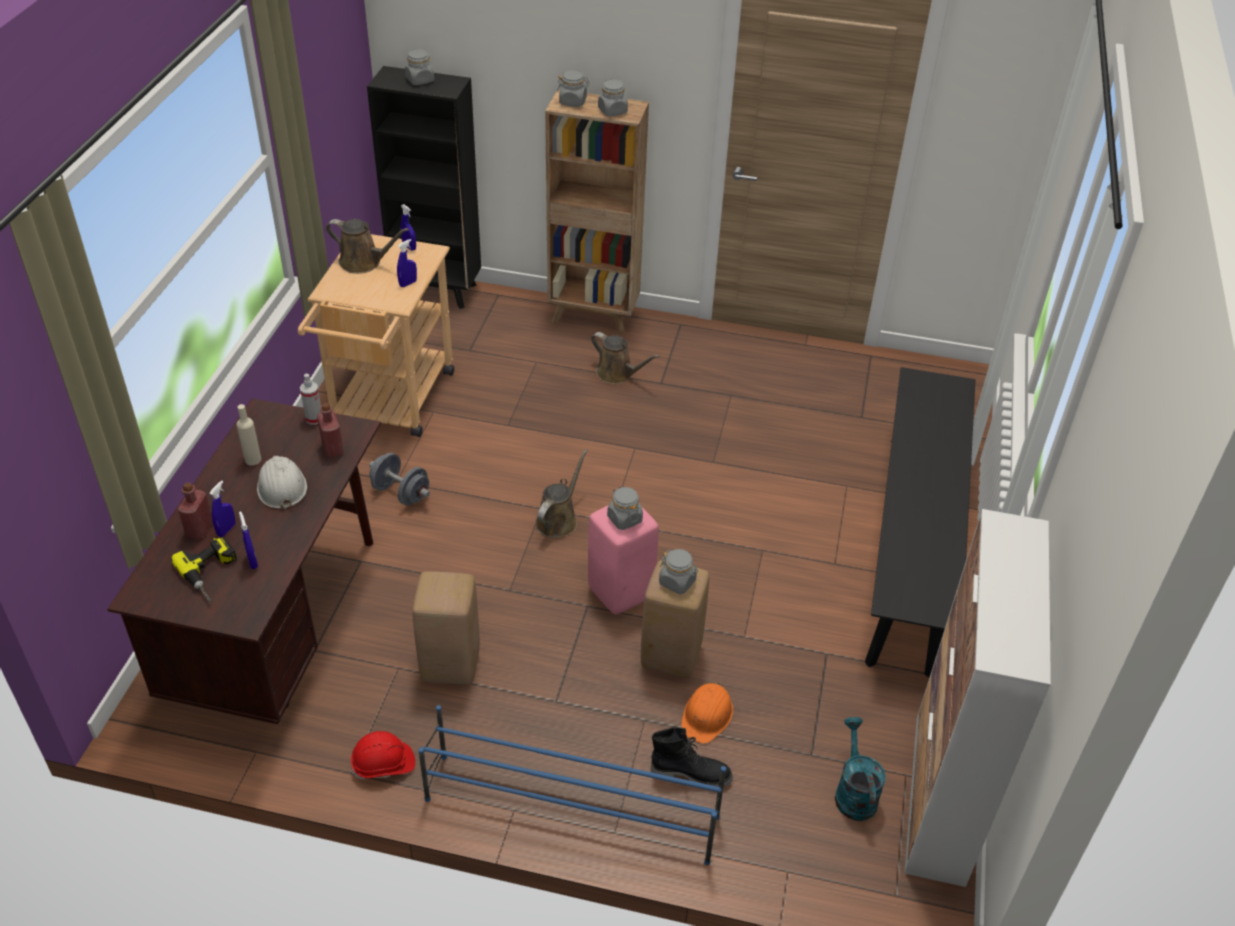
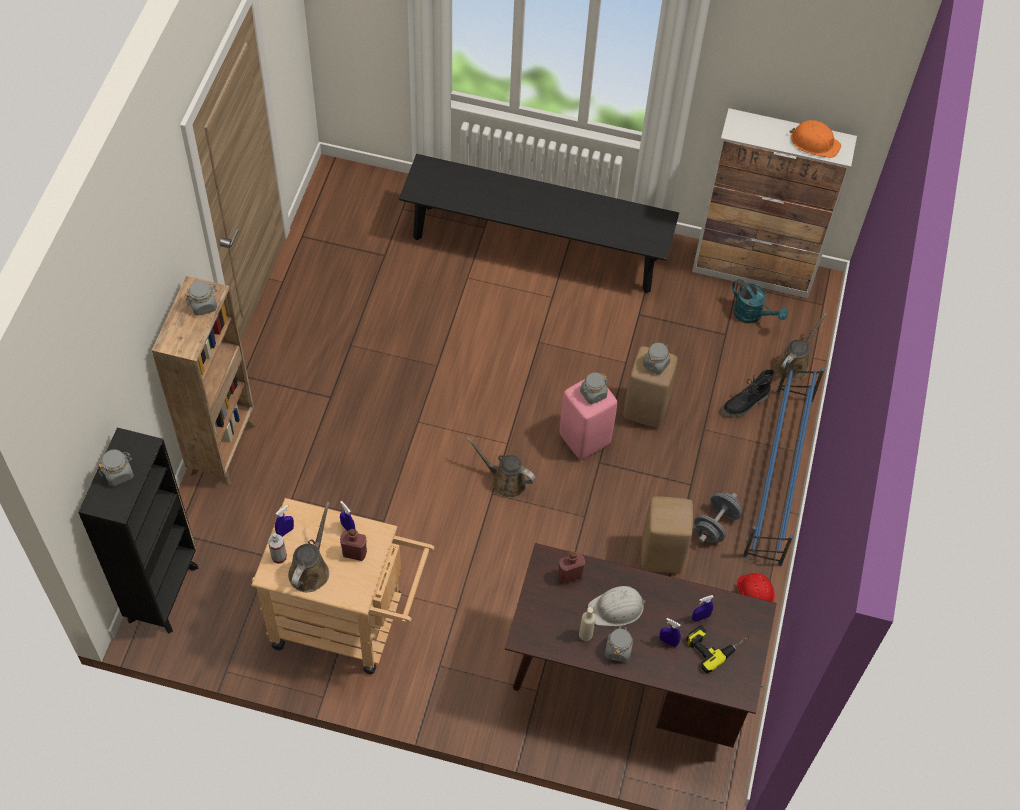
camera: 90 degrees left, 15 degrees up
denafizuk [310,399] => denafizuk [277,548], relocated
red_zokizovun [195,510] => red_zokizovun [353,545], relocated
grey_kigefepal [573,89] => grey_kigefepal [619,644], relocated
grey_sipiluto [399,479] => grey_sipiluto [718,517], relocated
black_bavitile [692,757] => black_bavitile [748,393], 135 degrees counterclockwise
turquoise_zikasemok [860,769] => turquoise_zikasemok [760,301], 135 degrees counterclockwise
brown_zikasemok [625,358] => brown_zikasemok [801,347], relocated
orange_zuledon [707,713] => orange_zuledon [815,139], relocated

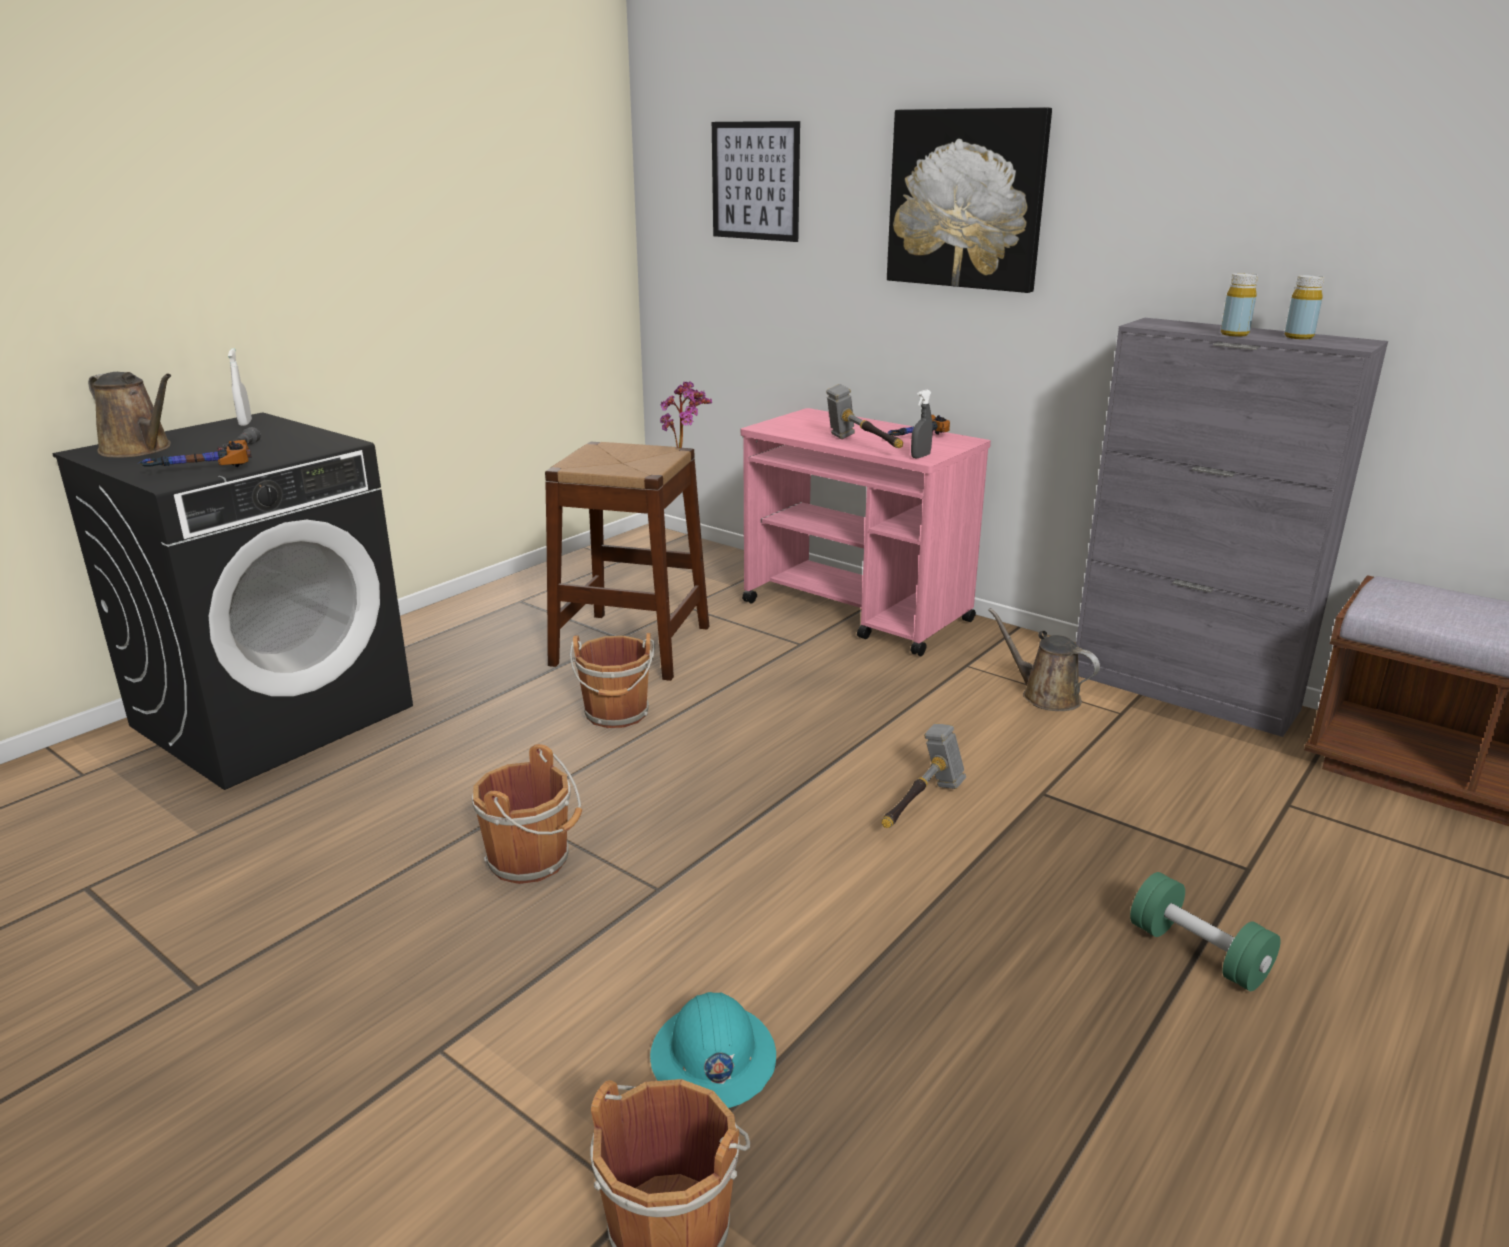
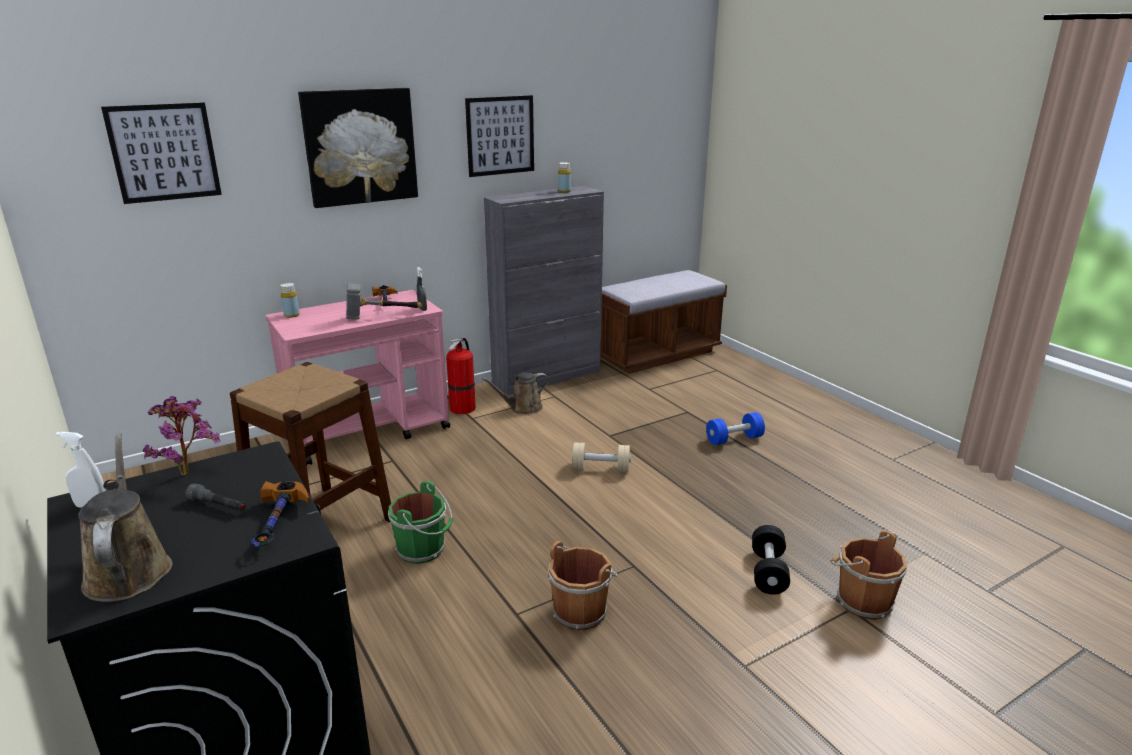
camera: 70 degrees left, 0 degrees up
brown_zikasemok [129,415] => brown_zikasemok [125,517], 75 degrees counterclockwise
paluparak [686,414] => paluparak [181,436], relocated
yellow_zokizovun [1239,305] => yellow_zokizovun [290,300], relocated
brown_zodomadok [612,680] => green_zodomadok [420,522]
nothing => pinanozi [461,376]
nothing => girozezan [499,136]
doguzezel [924,776] => beige_sipiluto [601,457]
green_sipiluto [1205,931] => blue_sipiluto [735,428]
turquoise_zuledon [713,1050] => black_sipiluto [771,560]

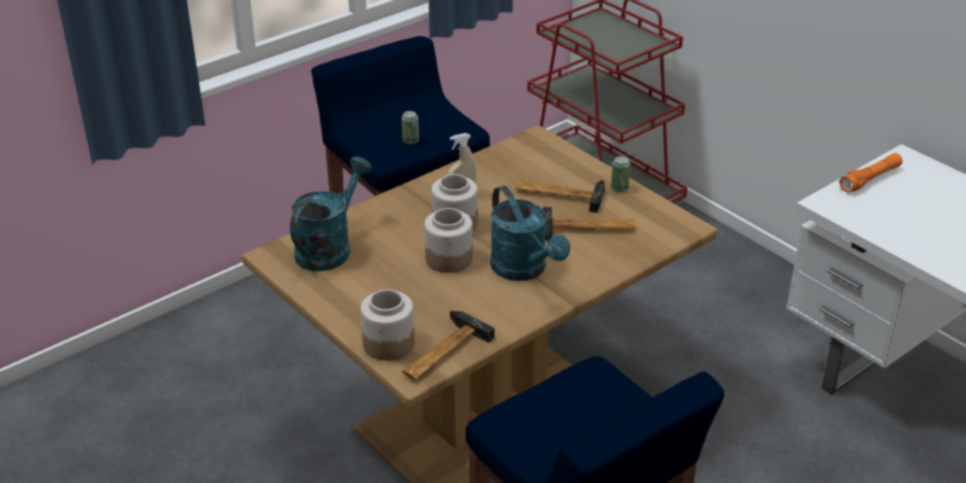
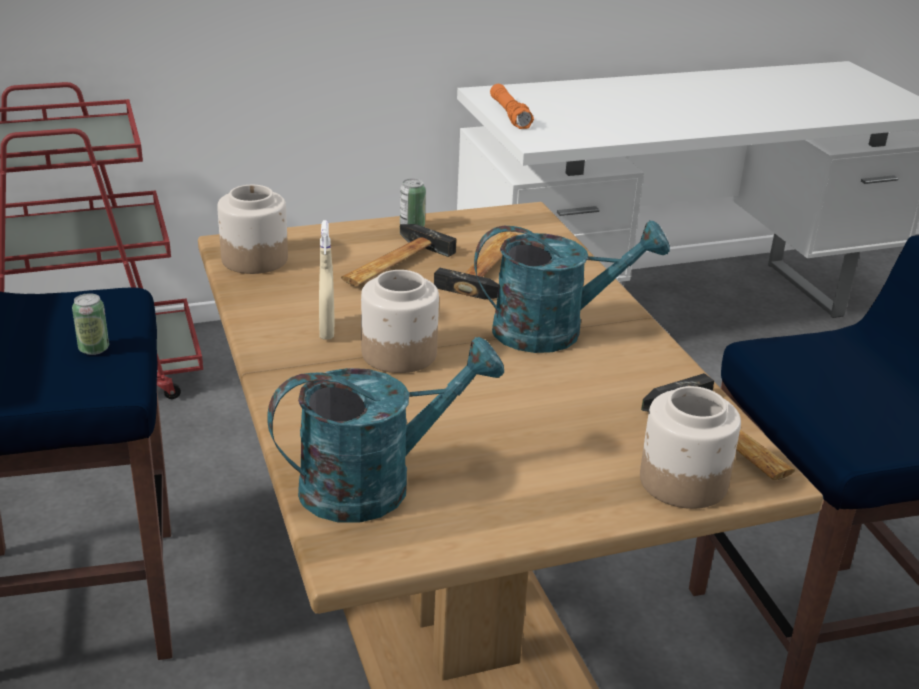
camera: 70 degrees left, 5 degrees down
kigefepal [448,240] => kigefepal [252,229], relocated
turquoise_zikasemok [331,214] => turquoise_zikasemok [385,430], 105 degrees clockwise

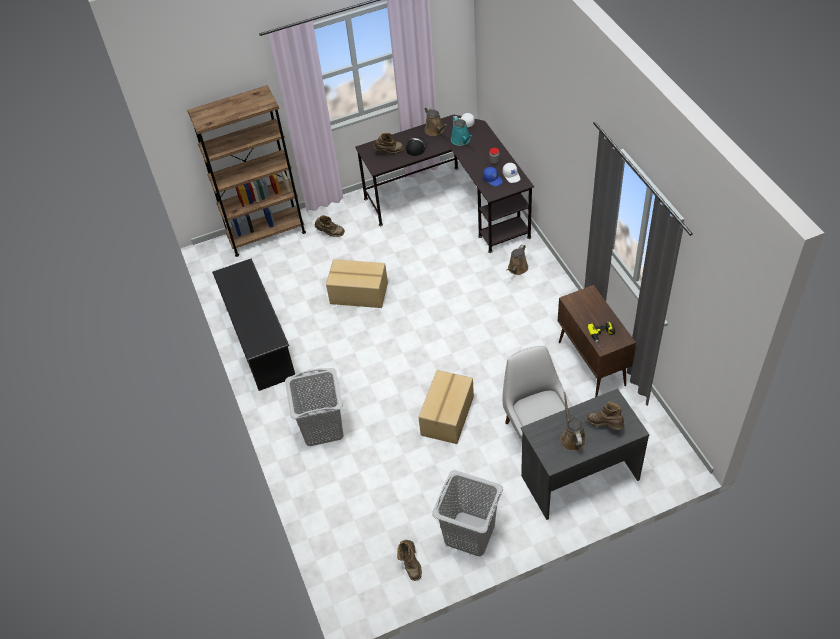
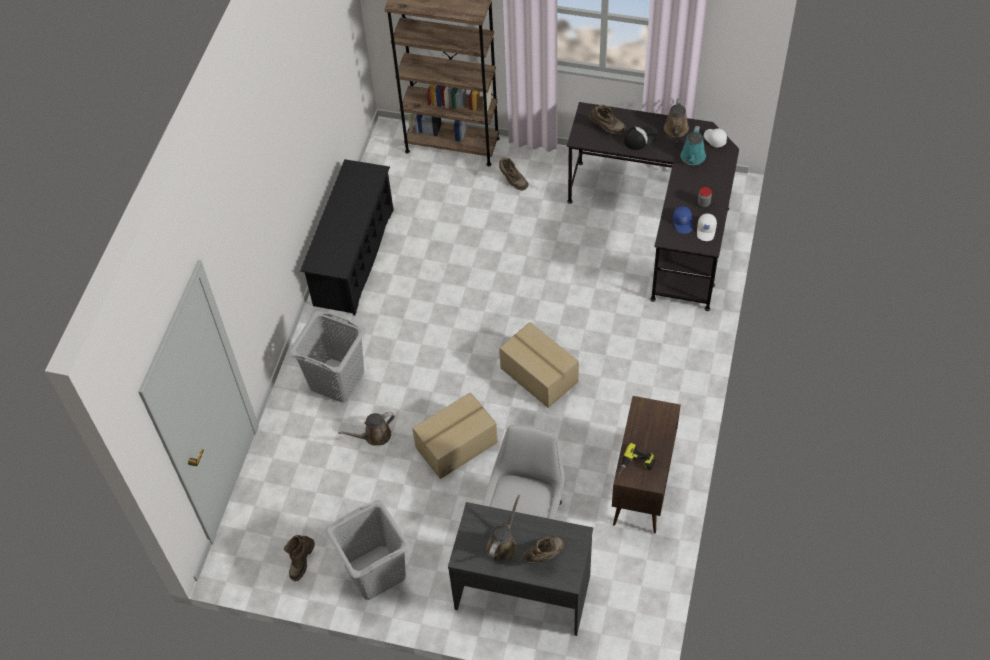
camera: 35 degrees right, 5 degrees up
brown_zikasemok [517,259] => brown_zikasemok [367,429], relocated
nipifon [357,283] => nipifon [539,365], relocated
brown_bavitile [605,415] => brown_bavitile [543,550], 75 degrees clockwise

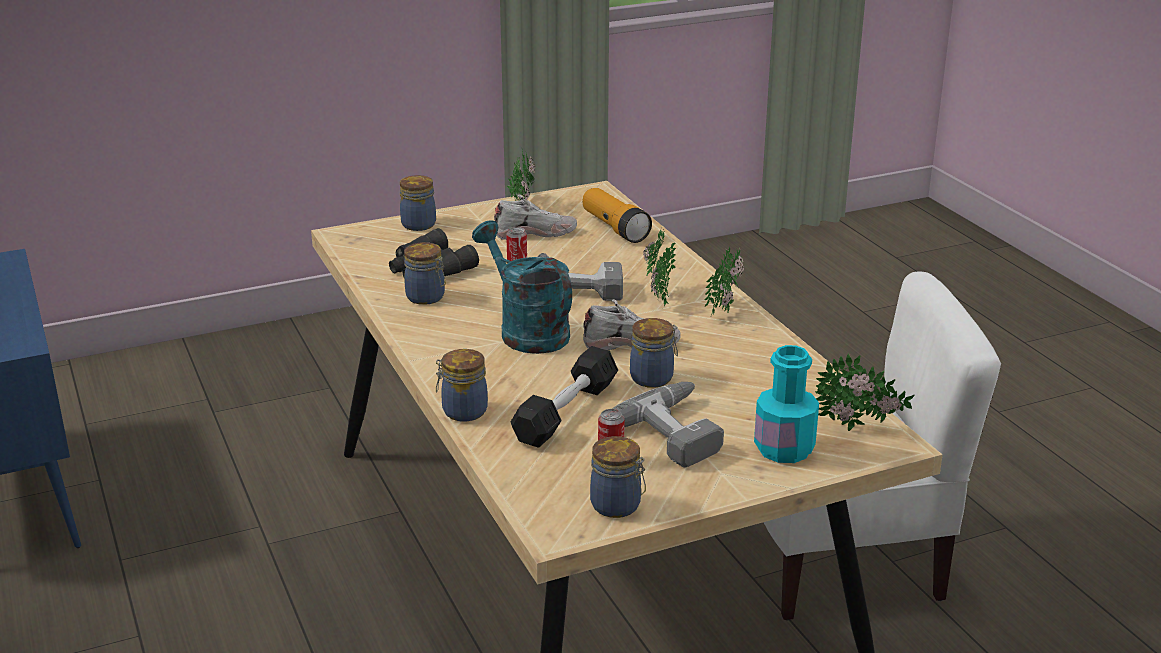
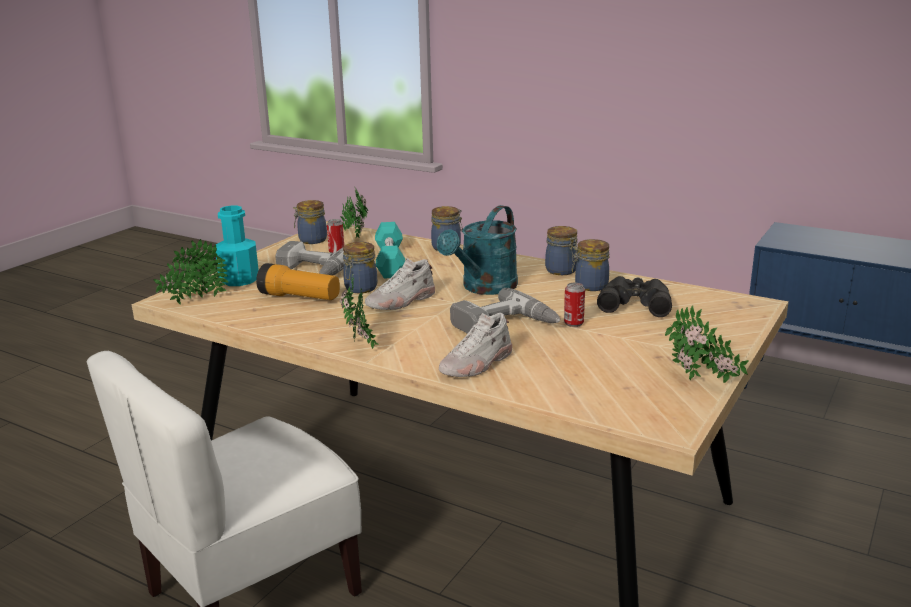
camera: 145 degrees right, 5 degrees down
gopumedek [617,215] => gopumedek [298,281], relocated
paluparak [659,267] => paluparak [354,213], relocated
black_sipiluto [564,397] => turquoise_sipiluto [390,250]
turquoise_zikasemok [522,287] => turquoise_zikasemok [477,250], 105 degrees clockwise
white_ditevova [535,217] => white_ditevova [475,345], relocated
kigefepal [418,203] => kigefepal [561,250], relocated

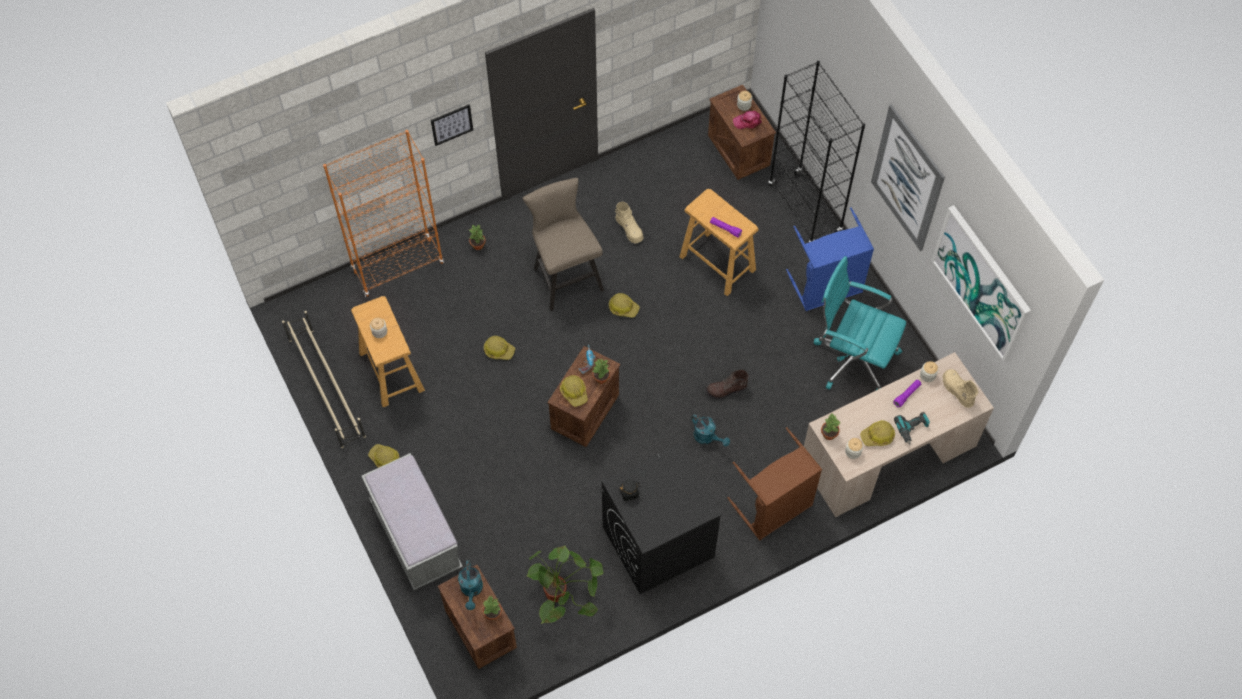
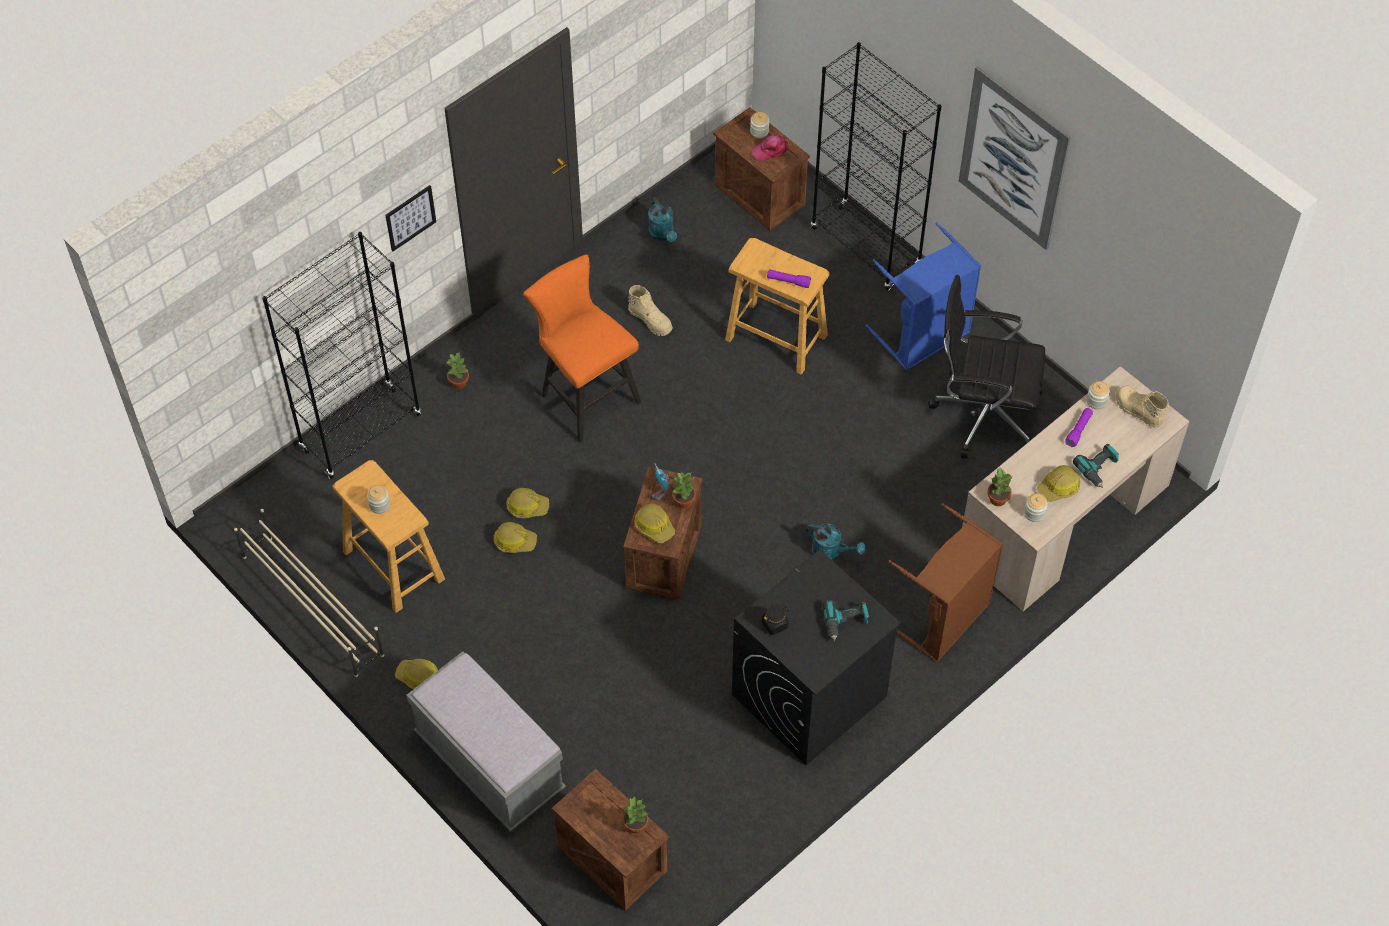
camera: 15 degrees left, 5 degrees down
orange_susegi [383,213] => black_susegi [341,355]
zuledon [624,305] => zuledon [515,537], relocated
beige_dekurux [563,244] => orange_dekurux [582,348]
turquoise_zikasemok [470,585] => turquoise_zikasemok [662,219], relocated
nothing => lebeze [846,620]
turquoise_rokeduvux [860,323] => black_rokeduvux [986,367]
paluparak [565,584] => nothing
brown_bavitile [727,385] => nothing
girozezan [981,283] => nothing

